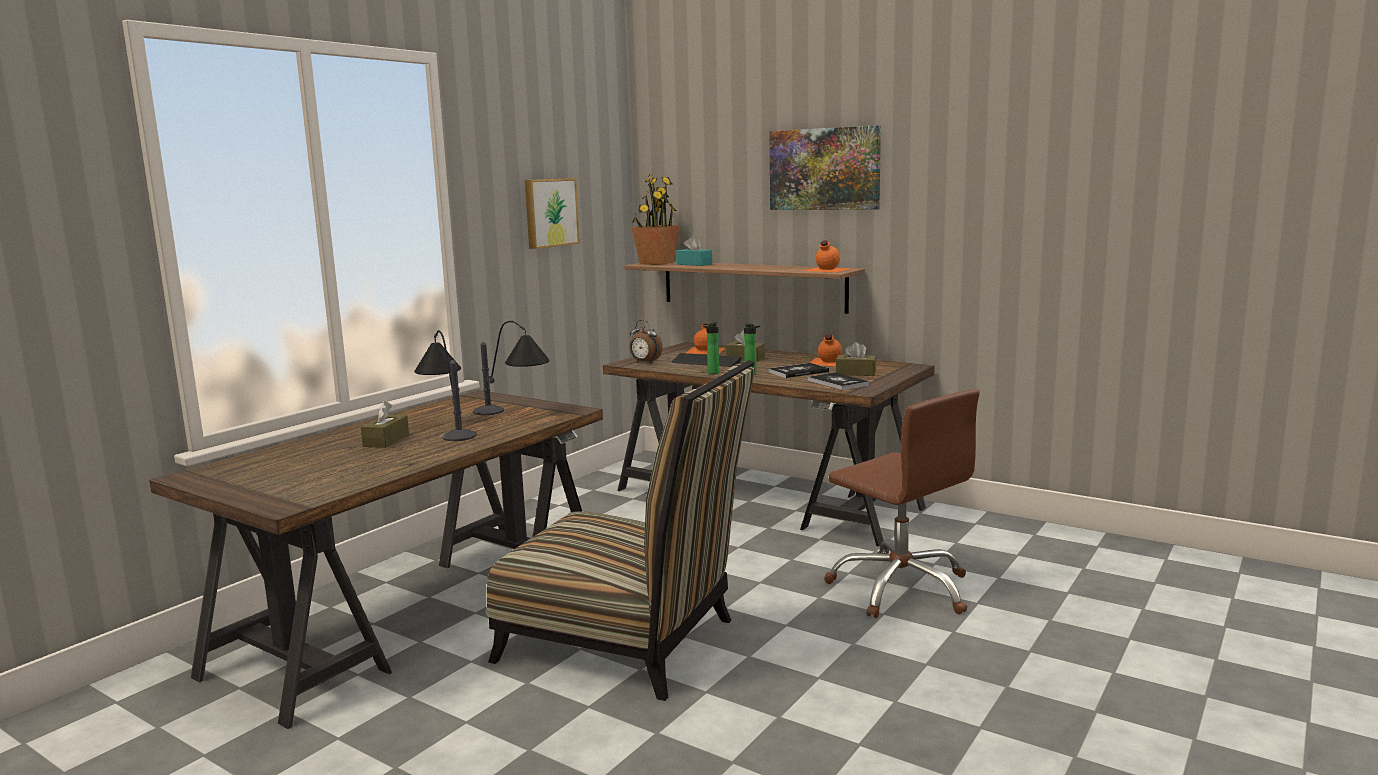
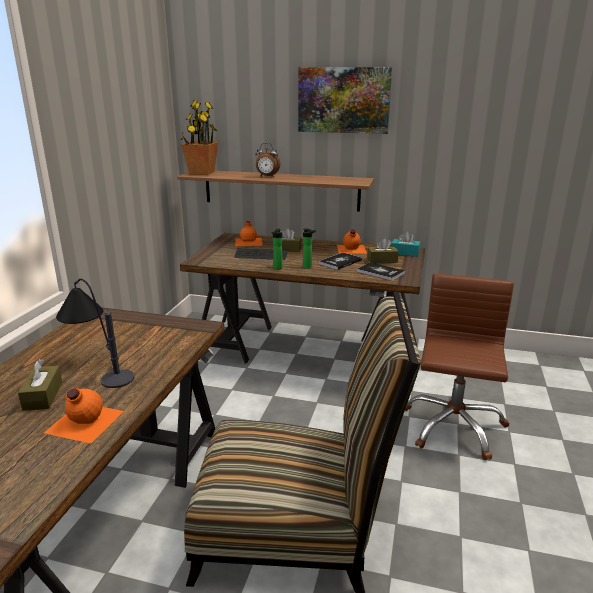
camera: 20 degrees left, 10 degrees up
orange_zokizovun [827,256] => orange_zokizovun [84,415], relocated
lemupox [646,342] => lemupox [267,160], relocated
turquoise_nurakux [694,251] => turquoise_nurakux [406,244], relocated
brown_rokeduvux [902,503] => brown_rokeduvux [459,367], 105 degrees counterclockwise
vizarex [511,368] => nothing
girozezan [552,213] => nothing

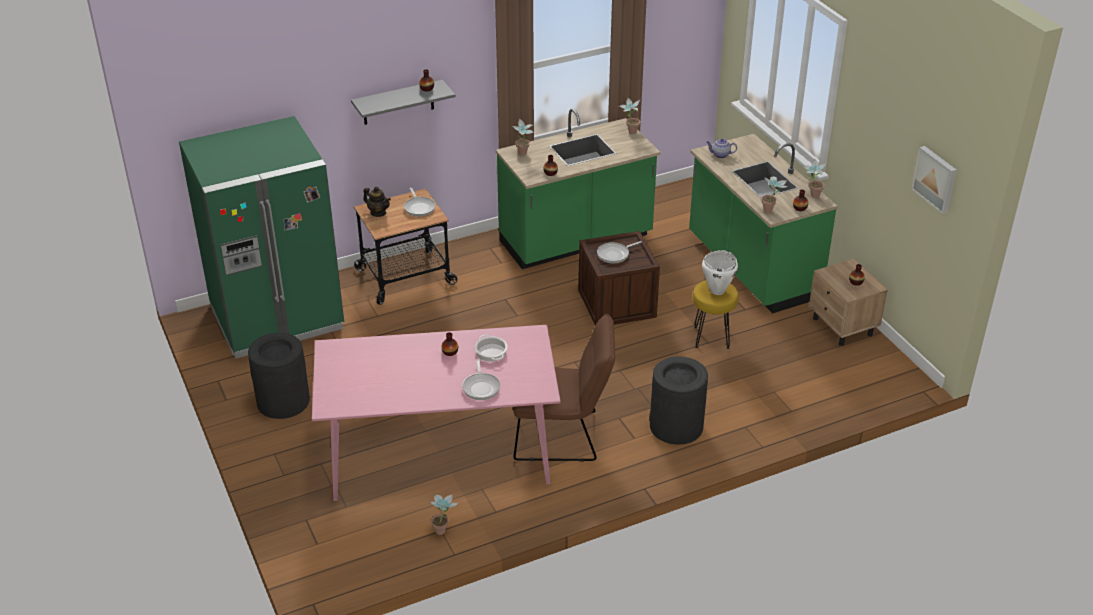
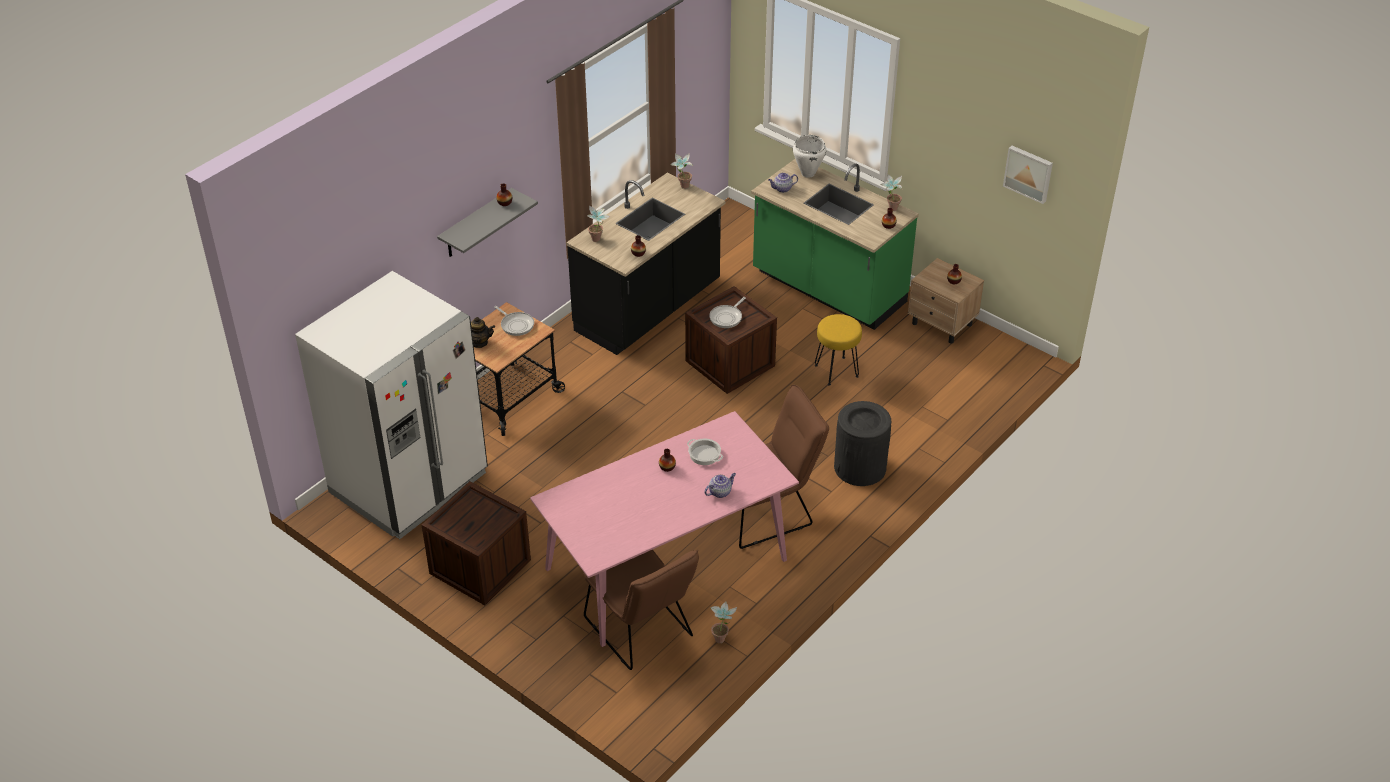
camera: 25 degrees left, 5 degrees up
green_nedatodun [261,237] => white_nedatodun [391,405]
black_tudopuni [279,376] => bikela [476,543]
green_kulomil [578,189] => black_kulomil [645,264]
nothing => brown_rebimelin [641,610]
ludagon [481,379] => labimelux [720,485]
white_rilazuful [720,272] => white_rilazuful [809,156], relocated
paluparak [774,194] => nothing

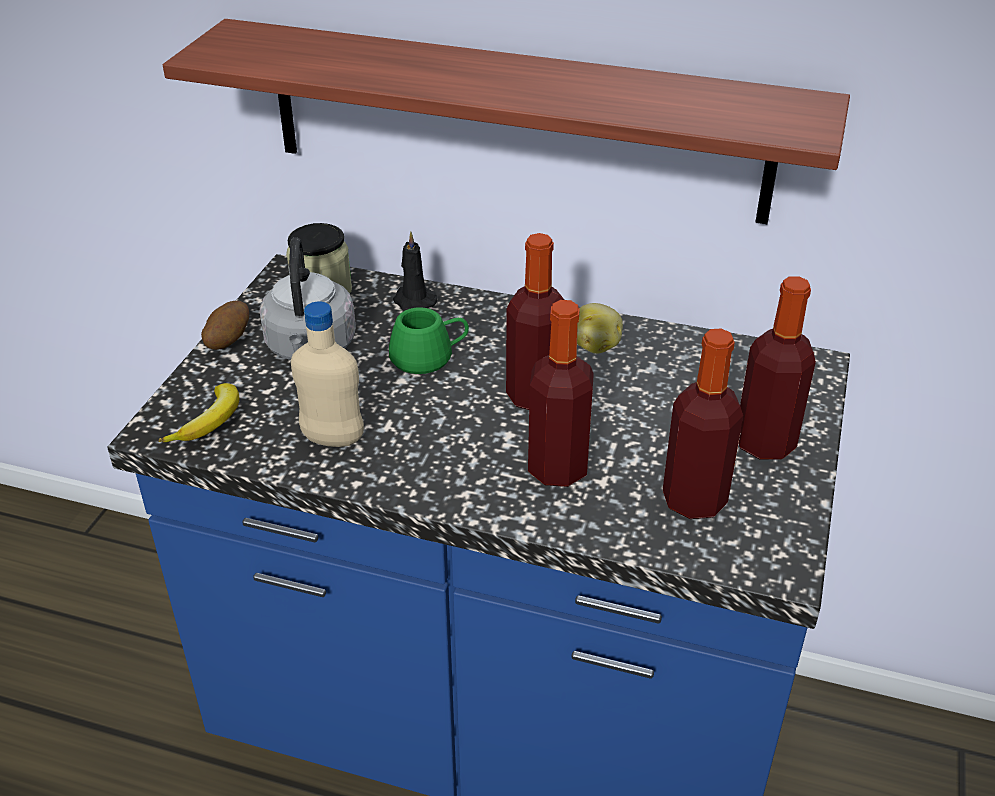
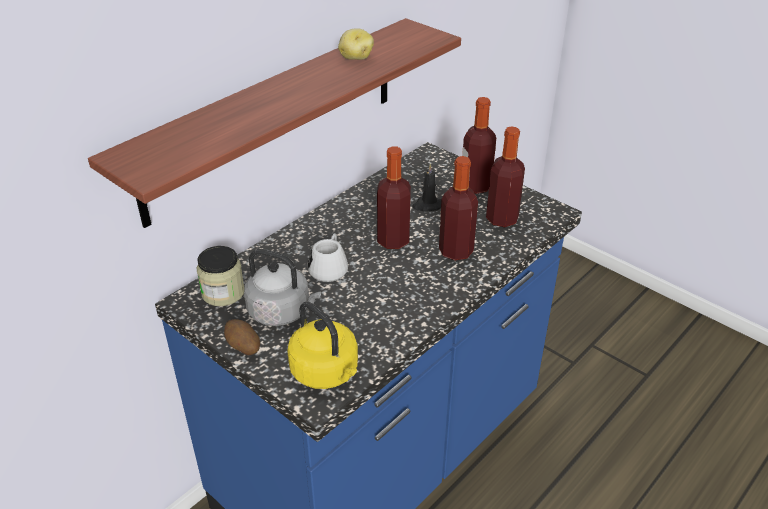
camera: 65 degrees left, 0 degrees up
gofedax [198,413] => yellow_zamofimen [322,345]
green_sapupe [429,340] => white_sapupe [328,257]
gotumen [600,328] => gotumen [356,44], relocated
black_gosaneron [415,271] => black_gosaneron [427,188], relocated
beige_zokizovun [327,374] => nothing

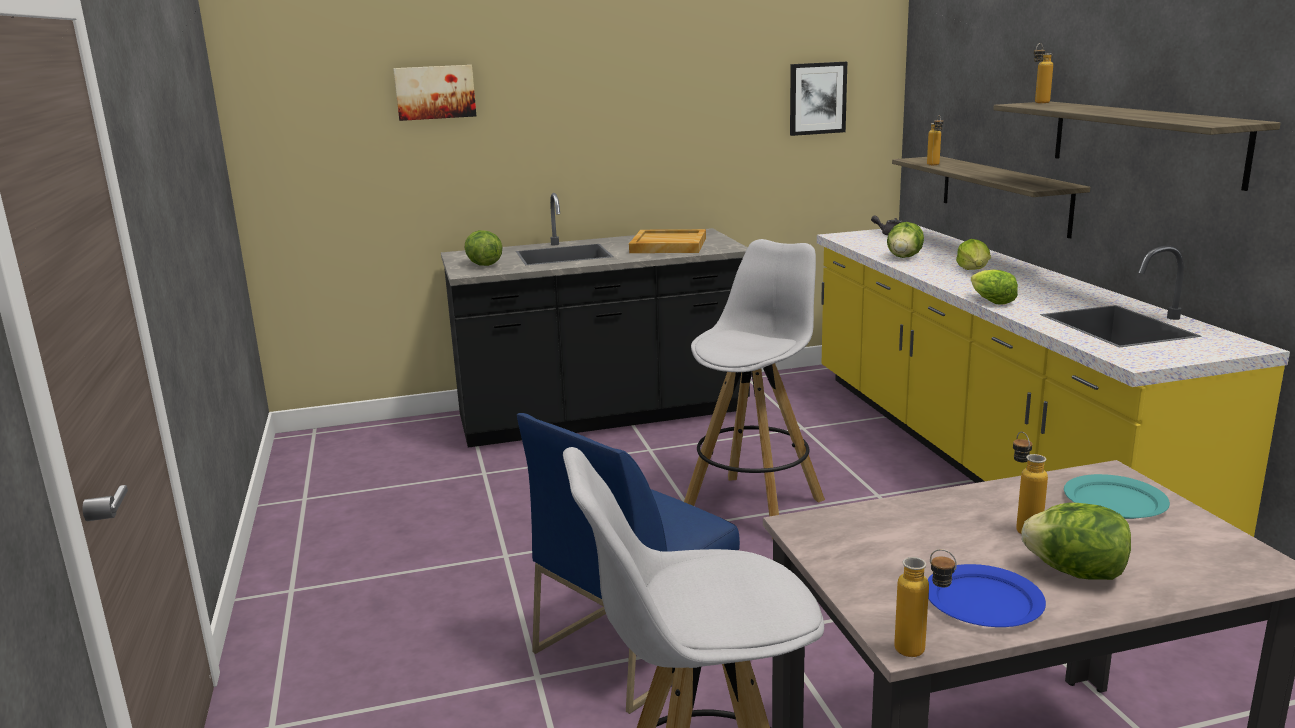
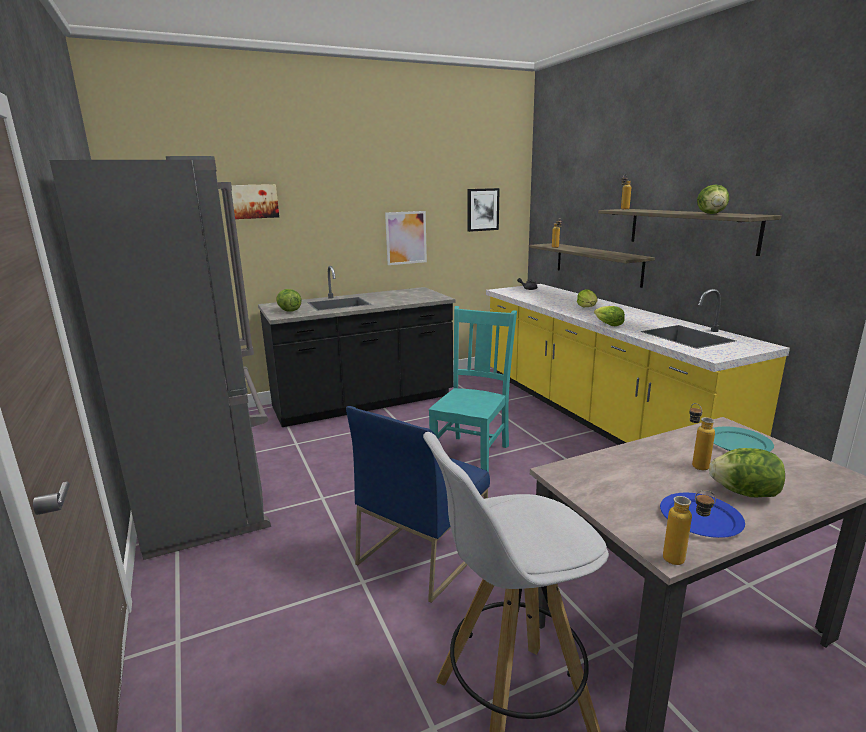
camera: 10 degrees left, 0 degrees up
nothing => grey_nedatodun [160,358]
nothing => girozezan [406,238]
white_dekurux [754,389] => turquoise_rebimelin [472,389]
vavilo [905,240] => vavilo [713,199], relocated
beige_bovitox [667,241] => nothing

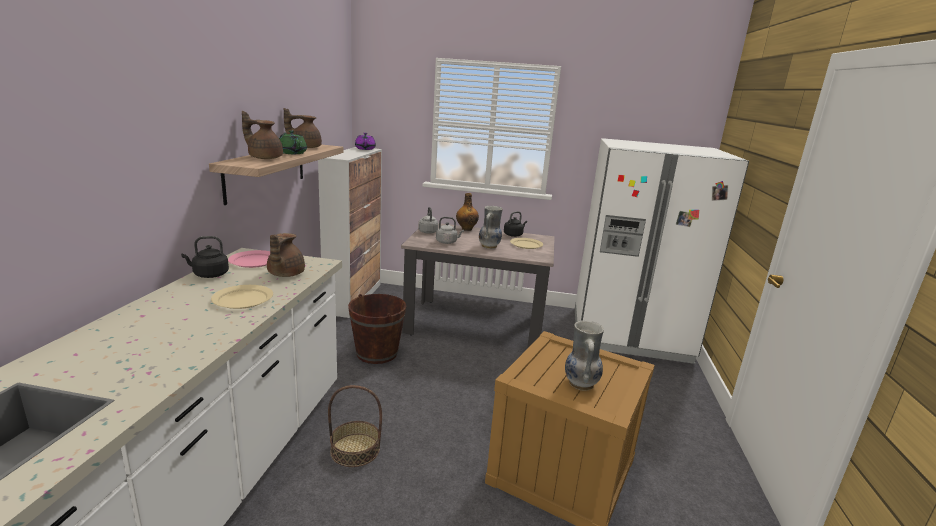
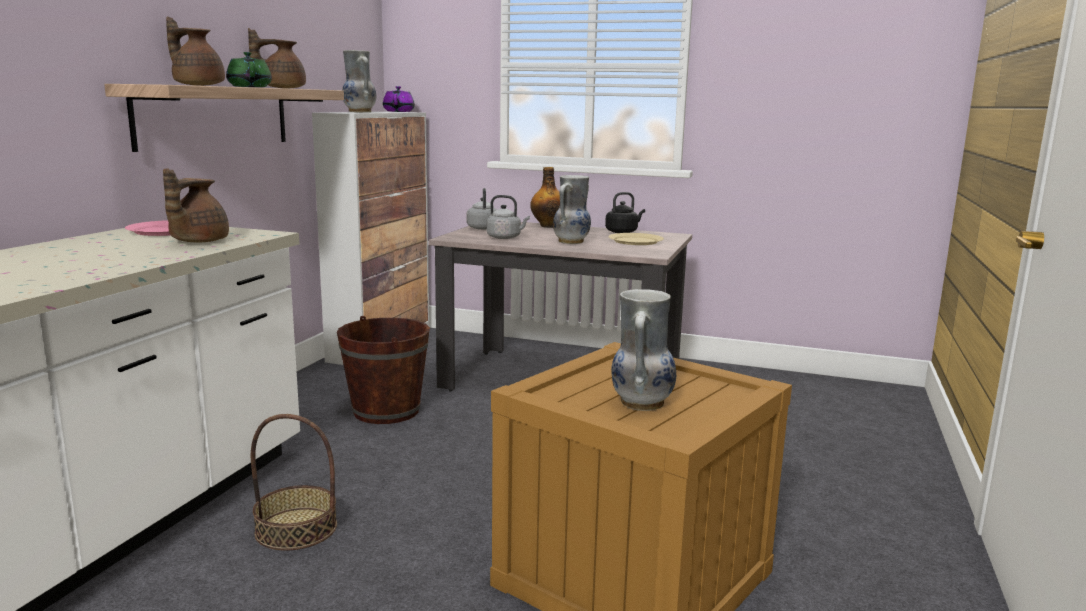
camera: 10 degrees right, 5 degrees down
nothing => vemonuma [359,81]
black_zamofimen [205,257] => nothing
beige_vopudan [242,297] => nothing
white_nedatodun [662,251] => nothing

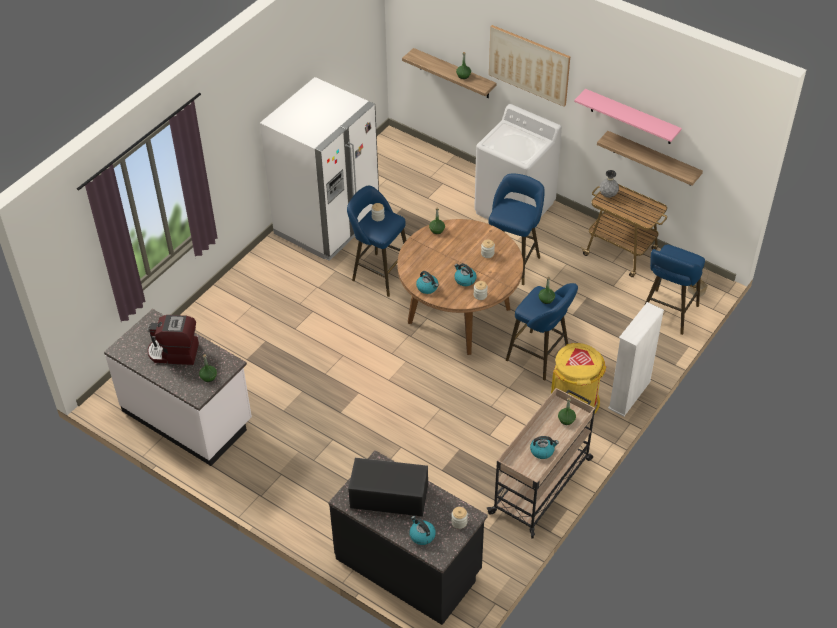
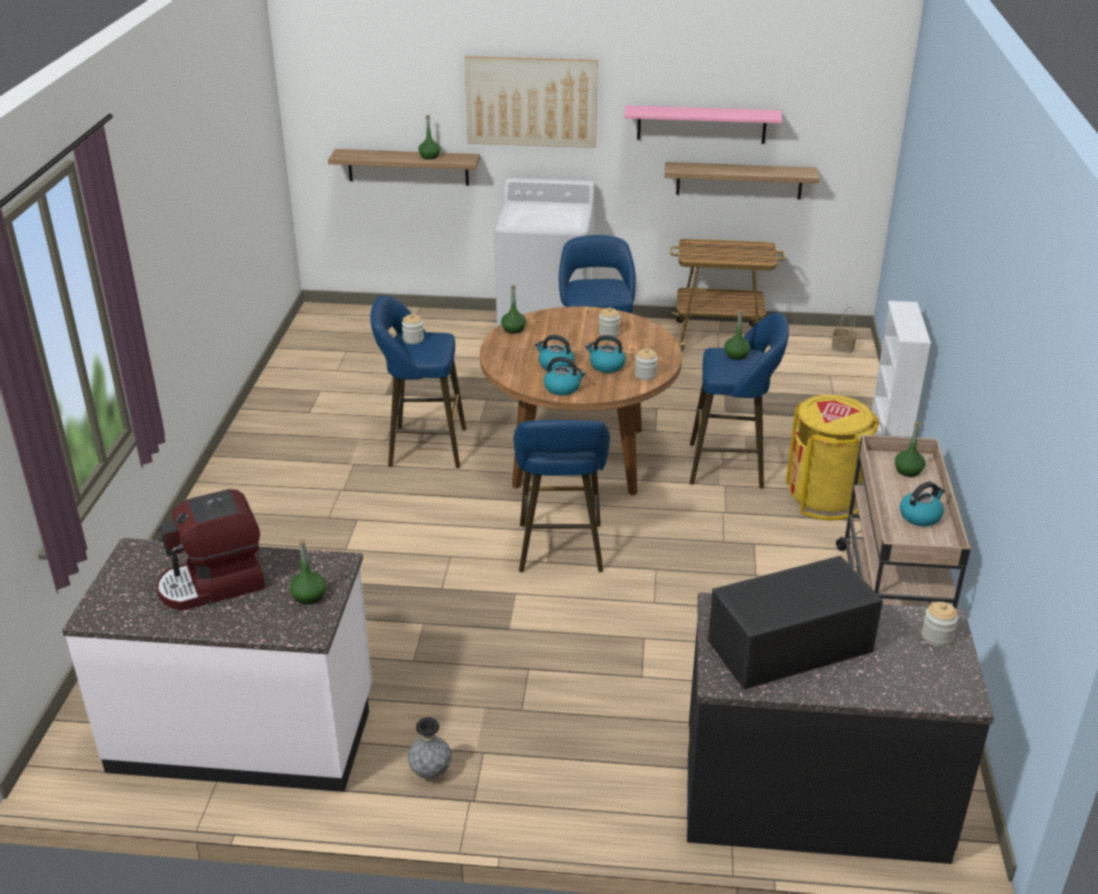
camera: 30 degrees left, 15 degrees down
grey_vemonuma [609,184] => grey_vemonuma [429,748], relocated
blue_dekurux [675,290] => blue_dekurux [561,496], relocated
zamofimen [422,530] => zamofimen [554,353], relocated
white_nedatodun [319,169] => nothing

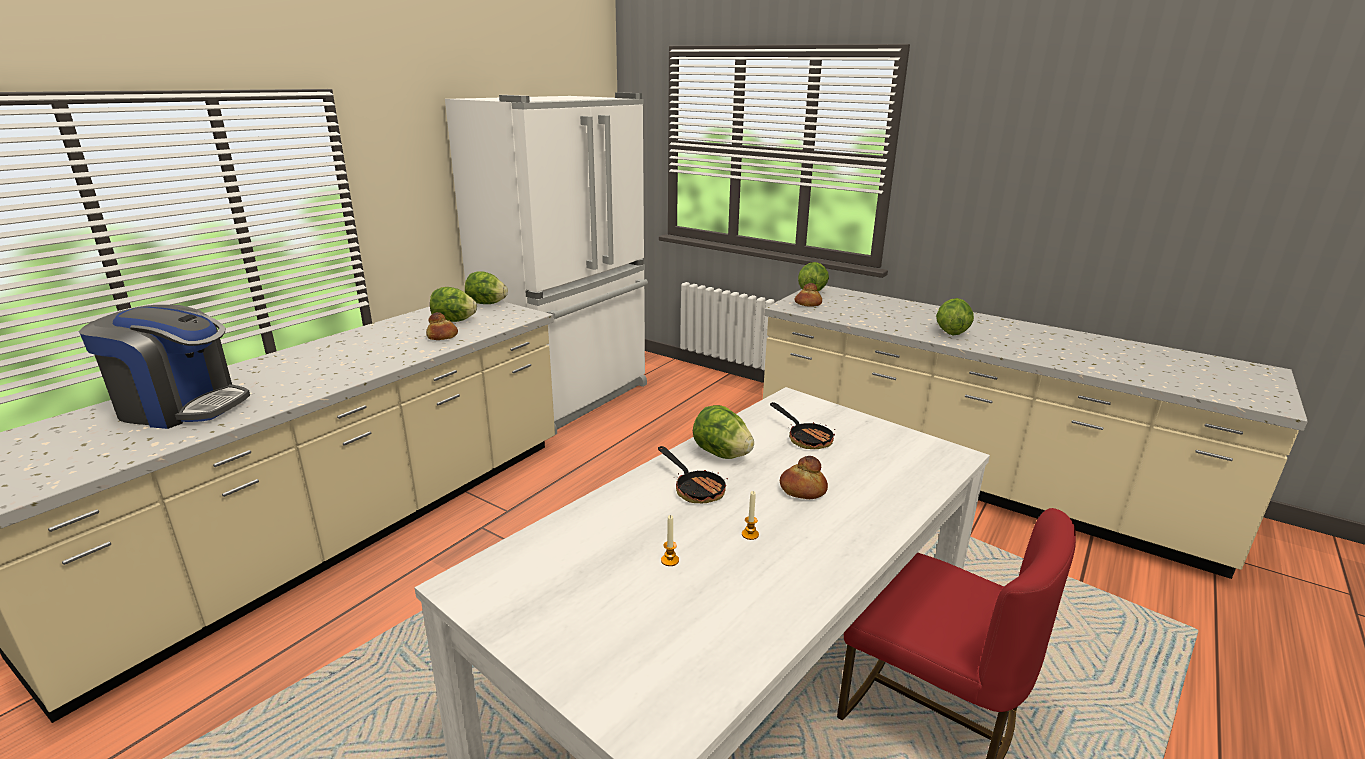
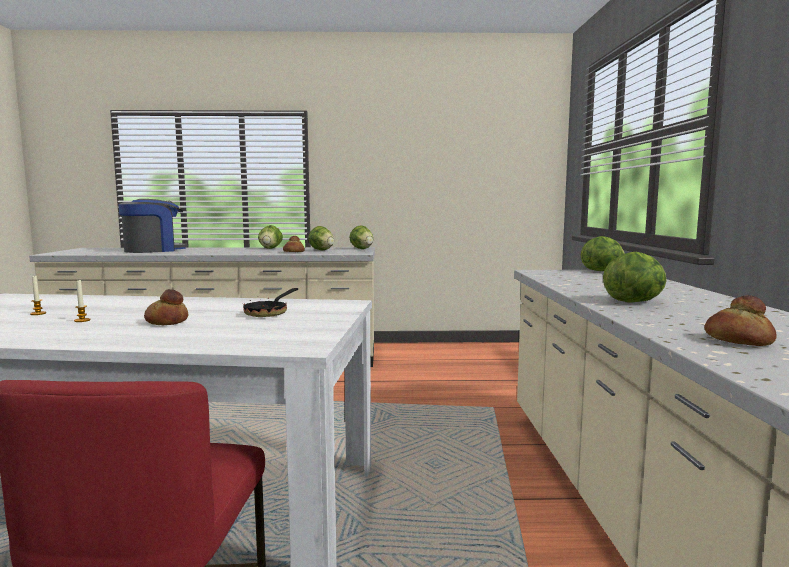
camera: 55 degrees right, 15 degrees down
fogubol [164,367] => fogubol [153,226], 105 degrees counterclockwise
vavilo [723,432] => vavilo [270,237], relocated
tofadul [808,295] => tofadul [740,320], relocated
white_nedatodun [546,264] => nothing
ludagon [693,474] => nothing

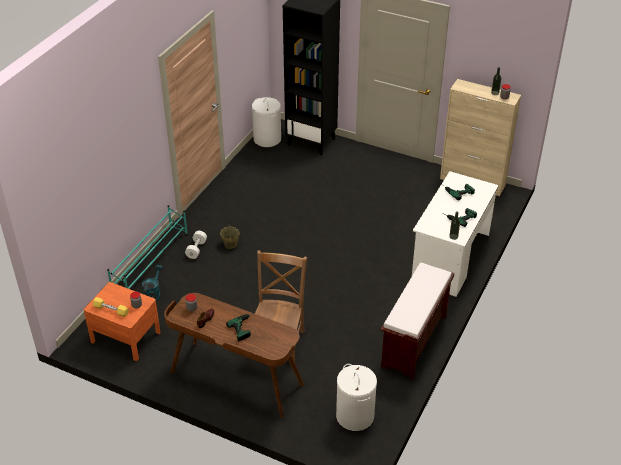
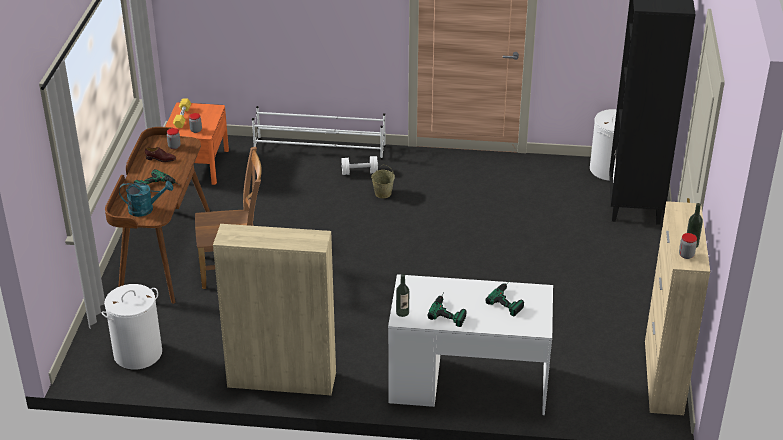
camera: 70 degrees right, 5 degrees down
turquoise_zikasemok [152,283] => turquoise_zikasemok [146,199], relocated
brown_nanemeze [417,321] => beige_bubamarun [274,309]
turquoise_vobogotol [147,247] => white_vobogotol [319,133]

